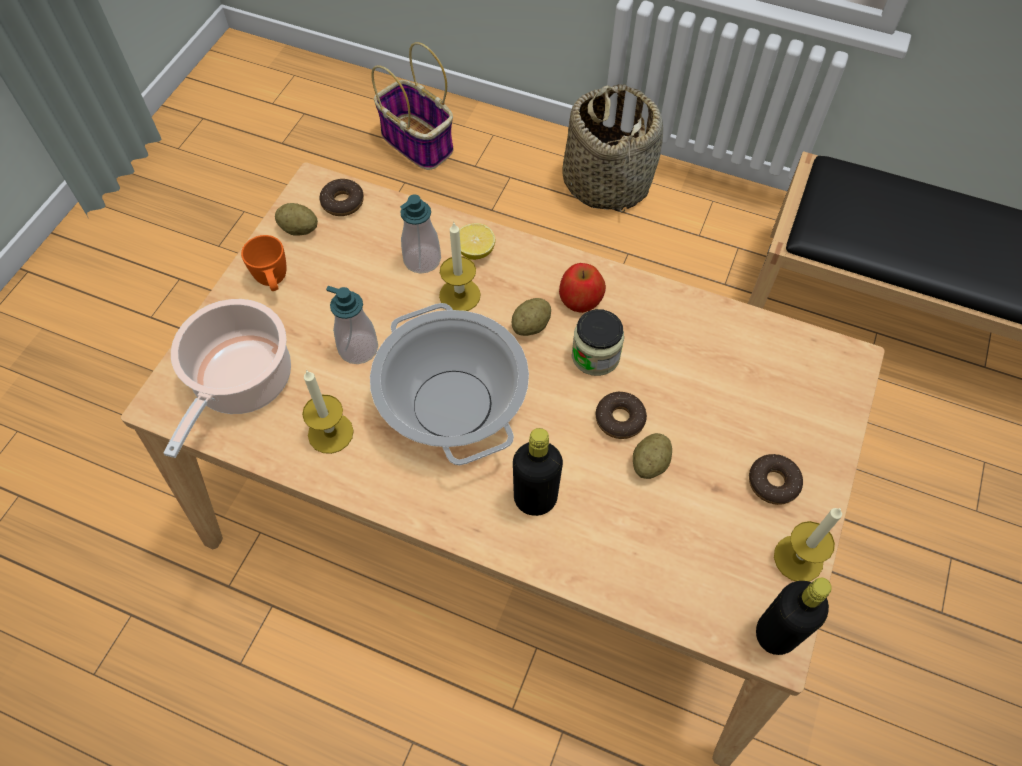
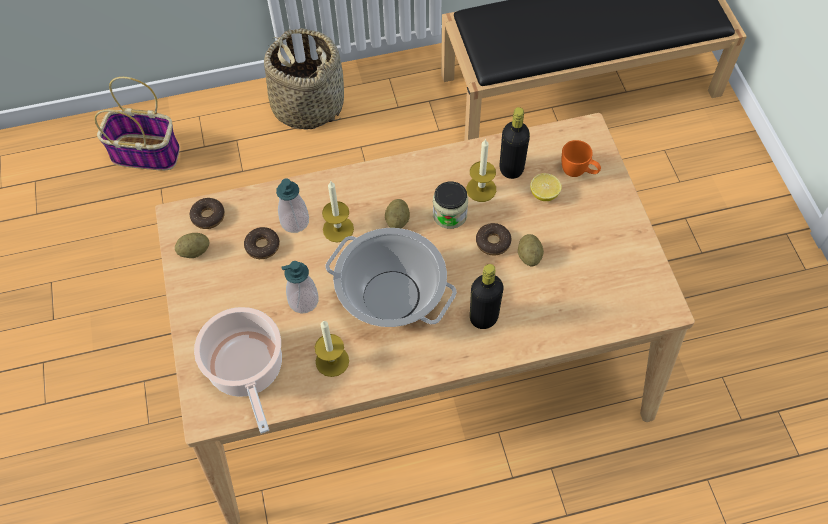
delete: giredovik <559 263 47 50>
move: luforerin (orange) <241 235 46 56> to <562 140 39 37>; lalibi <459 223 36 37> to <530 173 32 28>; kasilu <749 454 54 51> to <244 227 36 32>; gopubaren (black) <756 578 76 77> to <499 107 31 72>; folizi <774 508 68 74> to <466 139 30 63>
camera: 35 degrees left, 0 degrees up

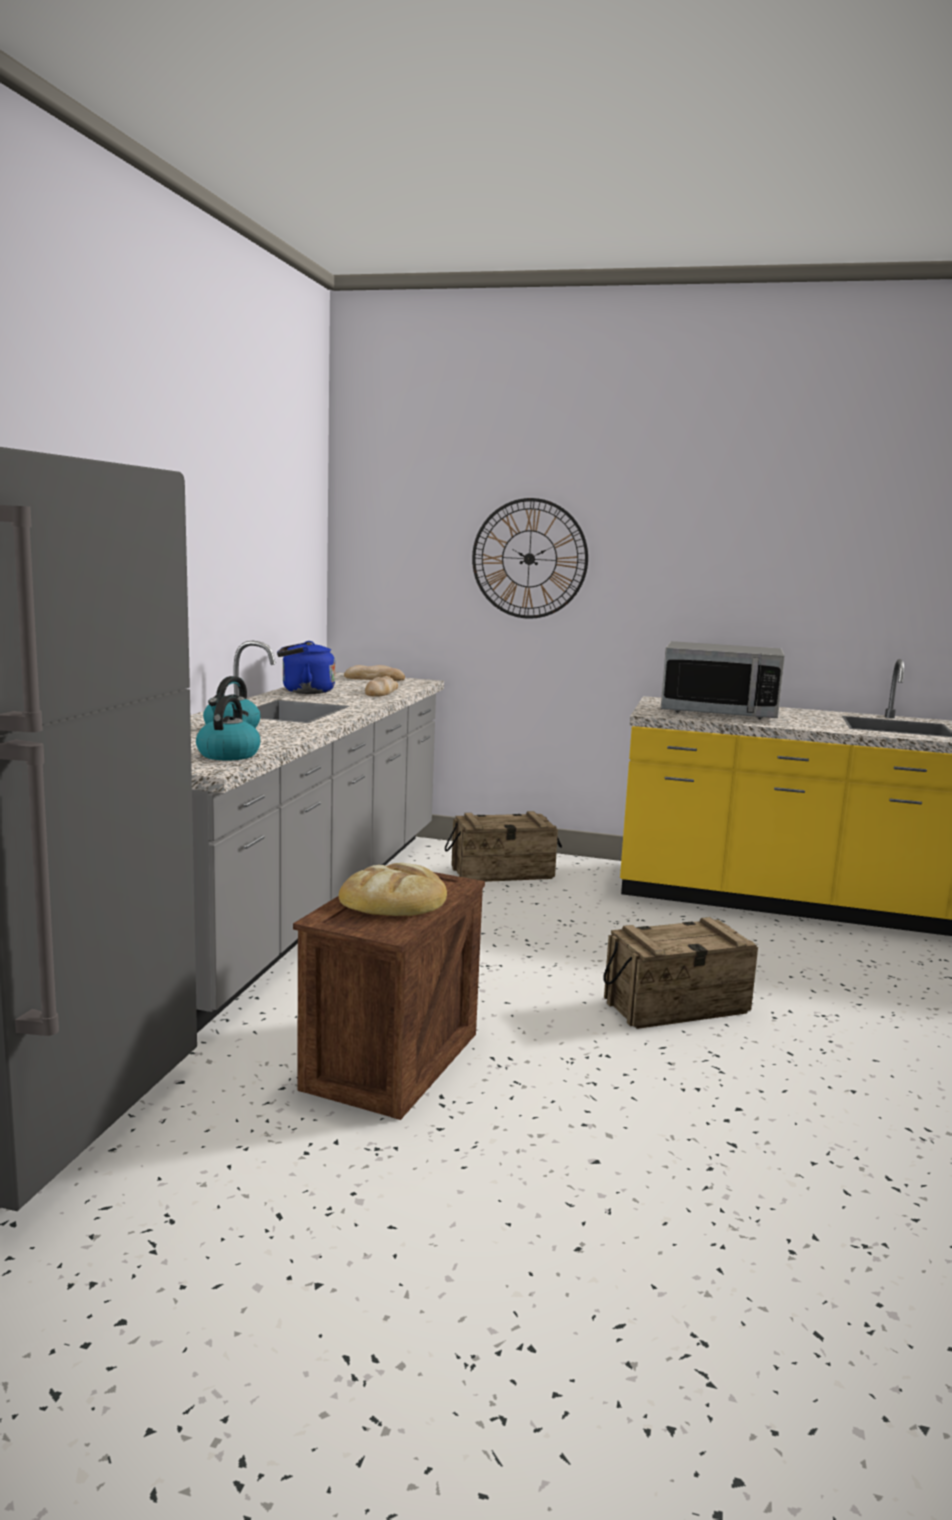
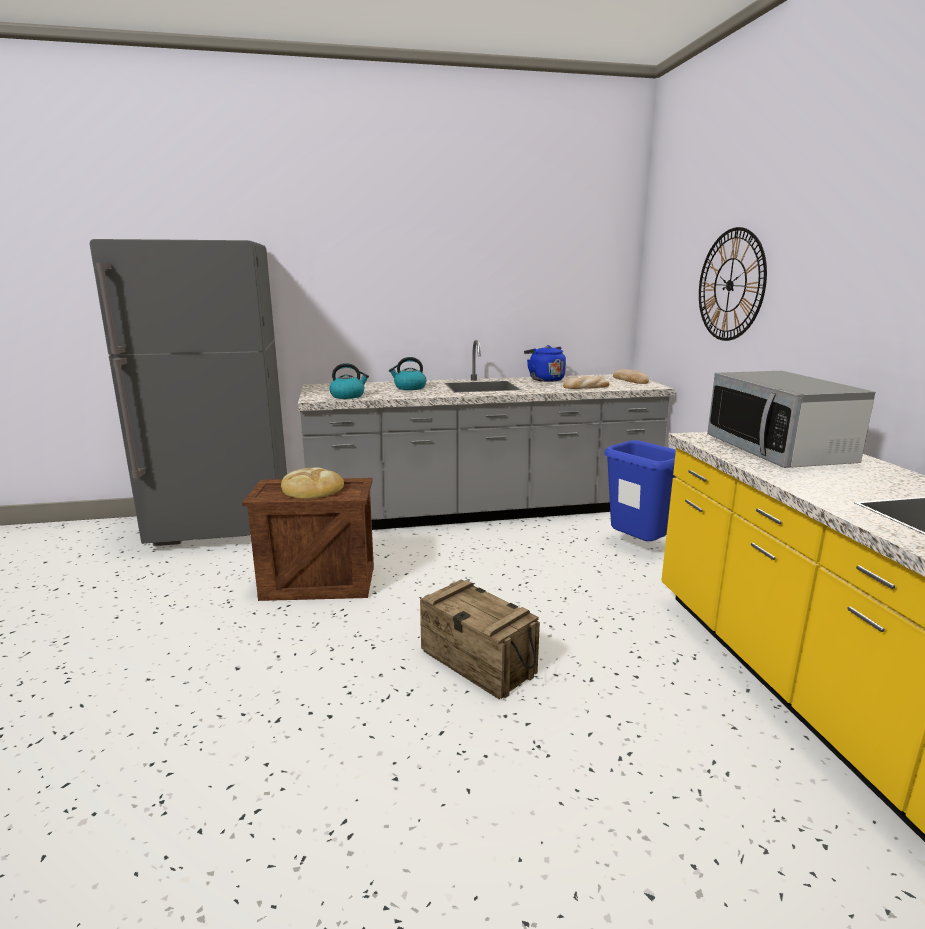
replace: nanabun <445 811 117 71> to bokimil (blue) <604 440 73 101>
camera: 65 degrees right, 5 degrees up

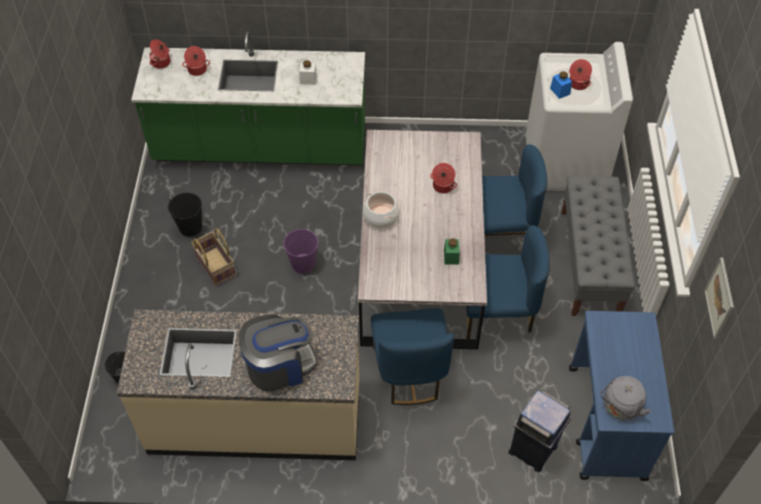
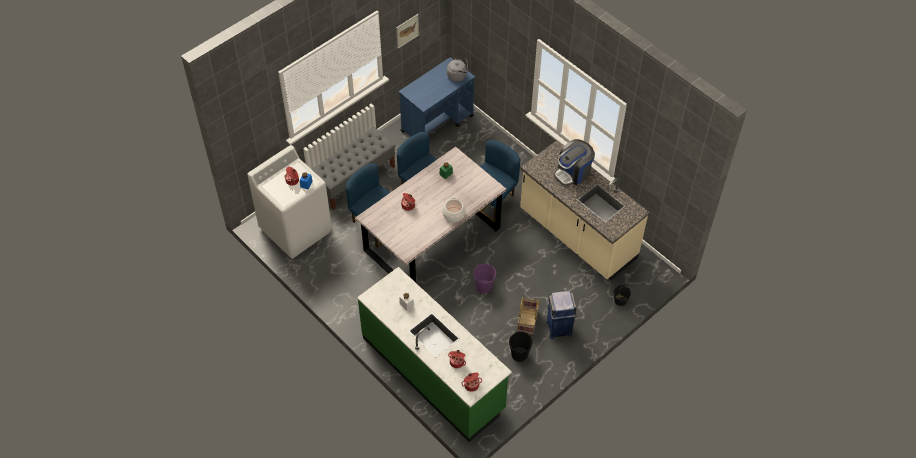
move: bokimil (blue) <508 390 63 82> to <546 291 31 48>
rotate: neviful <239 314 79 78> = <554 139 41 47> 60 degrees counterclockwise
camera: 135 degrees left, 0 degrees up

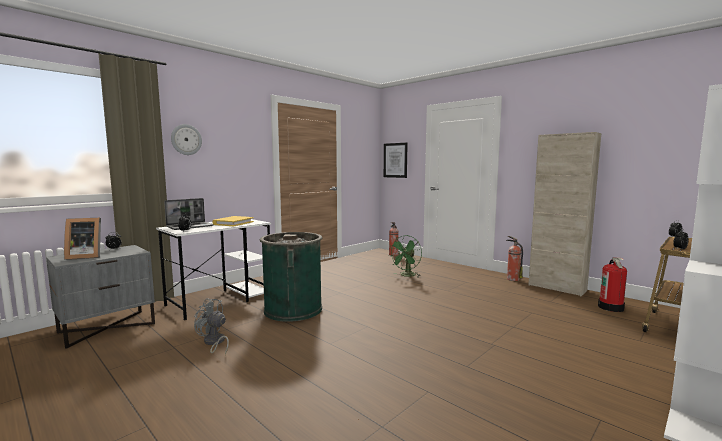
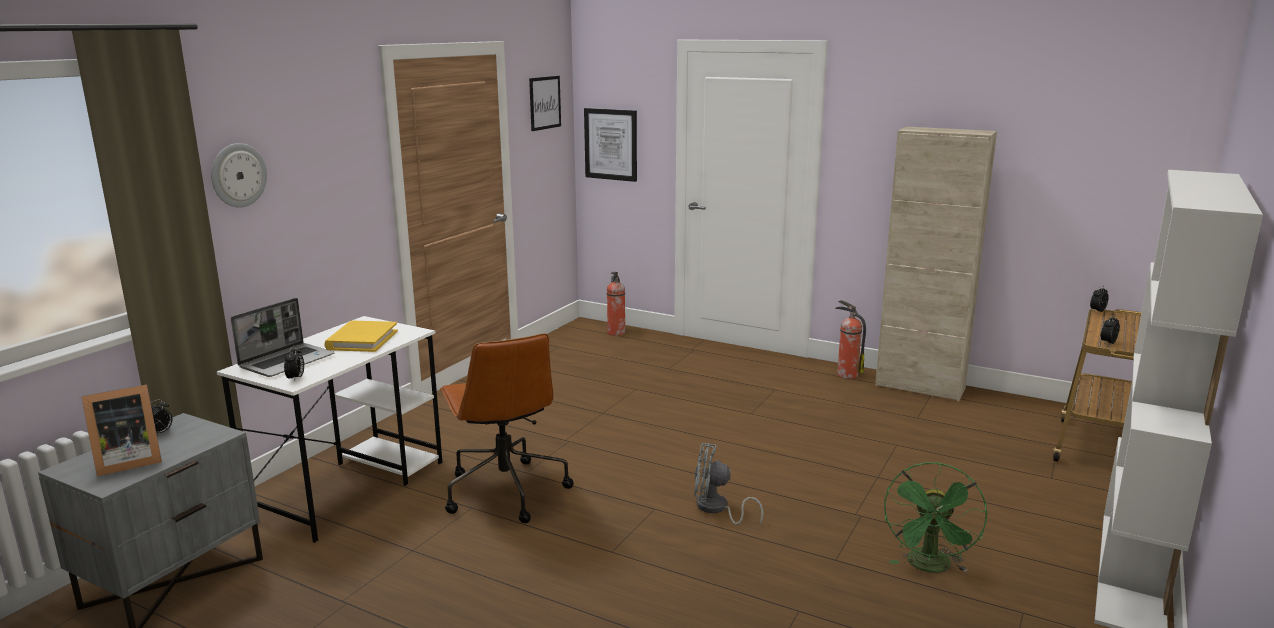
delete: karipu <598 257 29 55>
insert: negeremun <529 76 32 55>
move: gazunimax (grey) <194 298 35 57> to <694 443 69 82>; gazunimax (green) <389 235 33 42> to <884 462 103 111>
replace: bokimil (green) <260 232 62 90> to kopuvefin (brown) <440 333 134 190>
camera: 15 degrees left, 10 degrees up

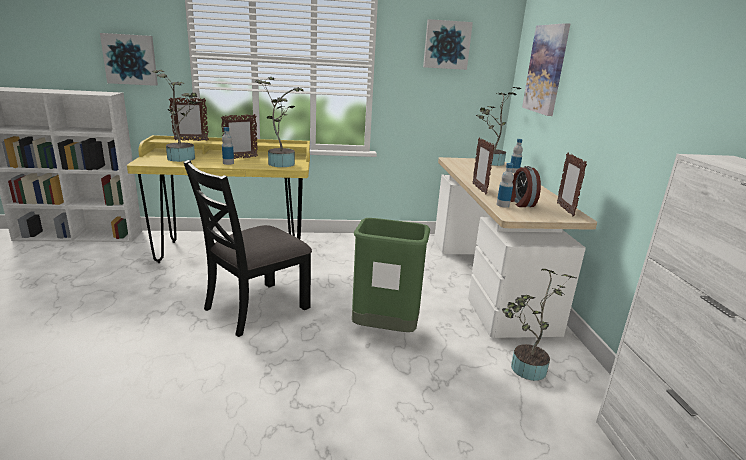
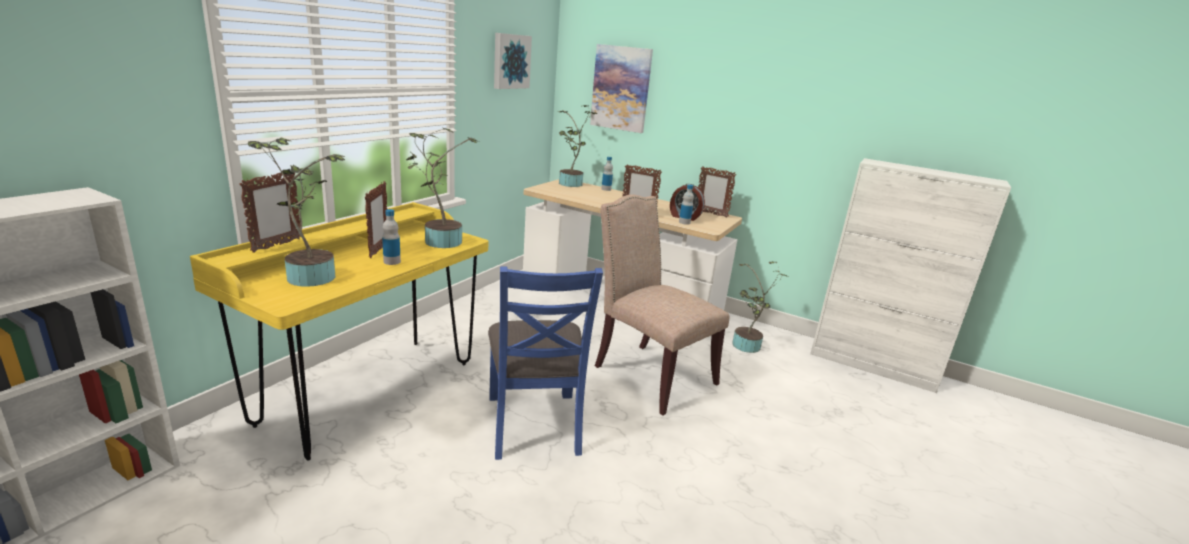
delete: negeremun <100 33 58 53>
replace: bokimil (green) <352 218 78 114> to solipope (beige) <595 195 135 220>
recolor: solipope (black) <183 160 129 177> to solipope (blue) <488 266 115 194>
camera: 55 degrees left, 0 degrees up

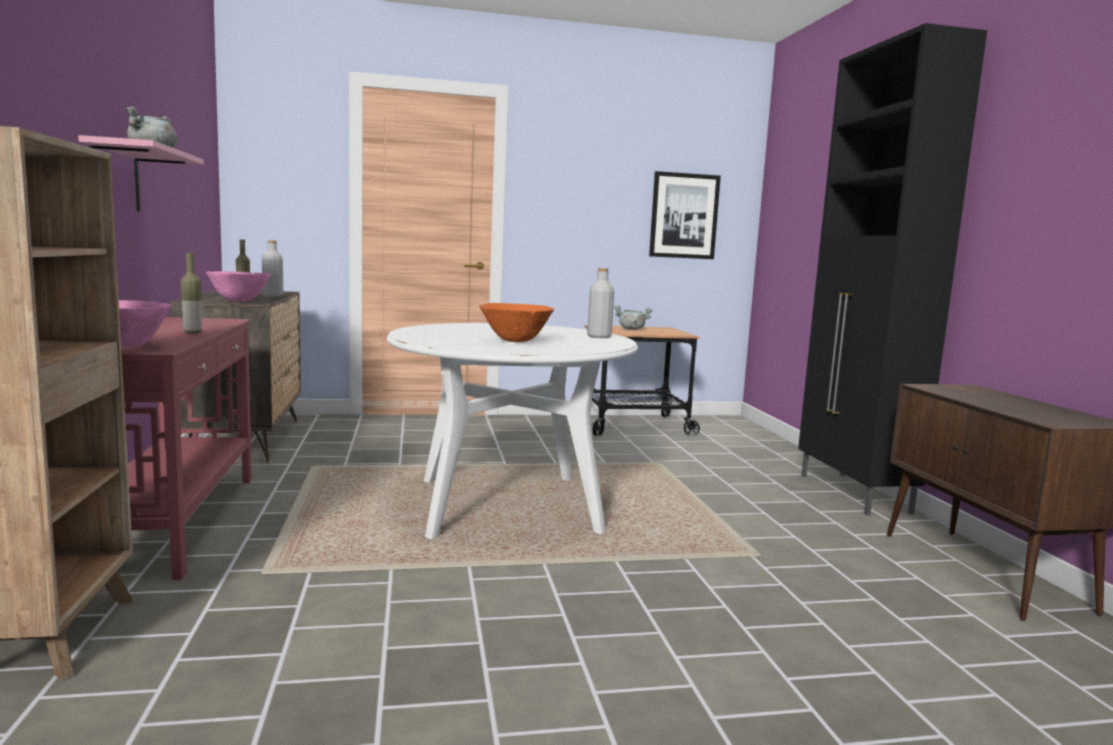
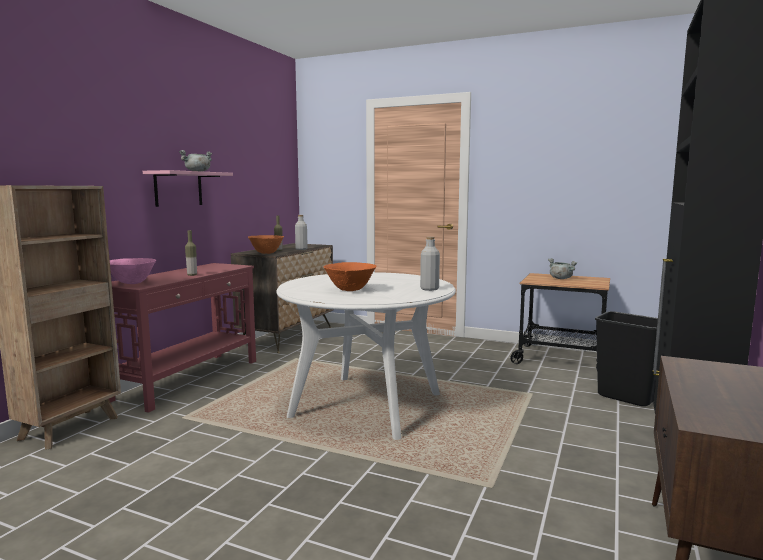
delete: negeremun <649 171 72 88>
insert: bokimil (black) <595 311 63 95>
recolor: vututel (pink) <206 271 65 30> to vututel (orange) <248 235 36 19>
camera: 35 degrees right, 0 degrees up

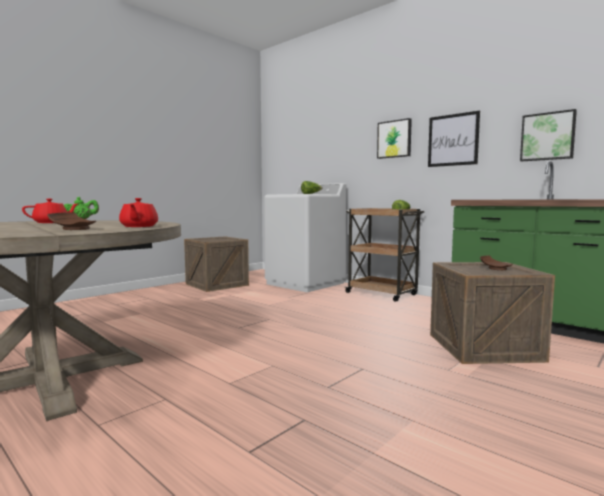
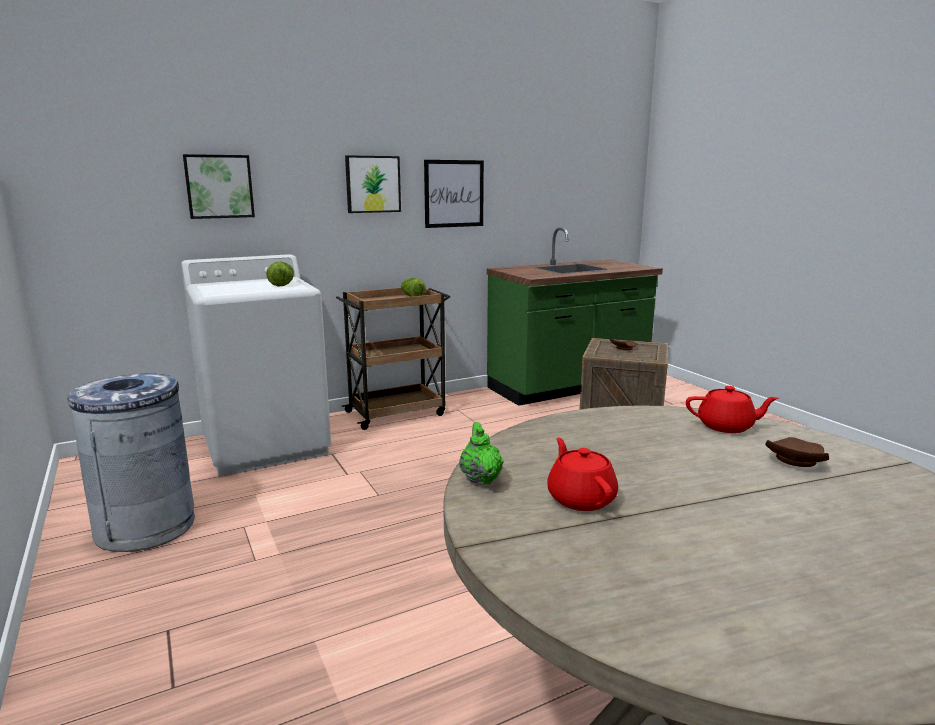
move: negeremun <520 109 57 52> to <183 154 72 65>
replace: nanabun <184 237 65 55> to bokimil (grey) <68 374 127 178>
camera: 70 degrees left, 10 degrees up

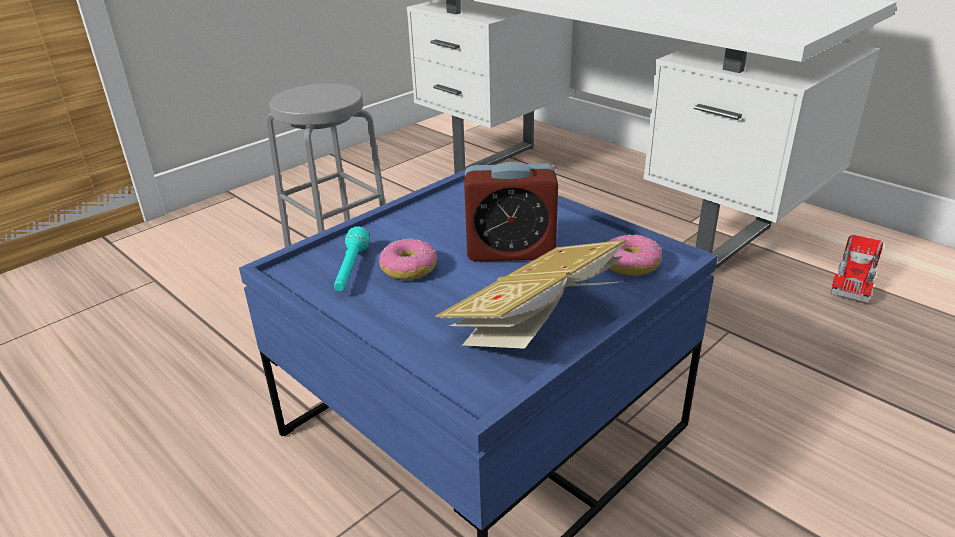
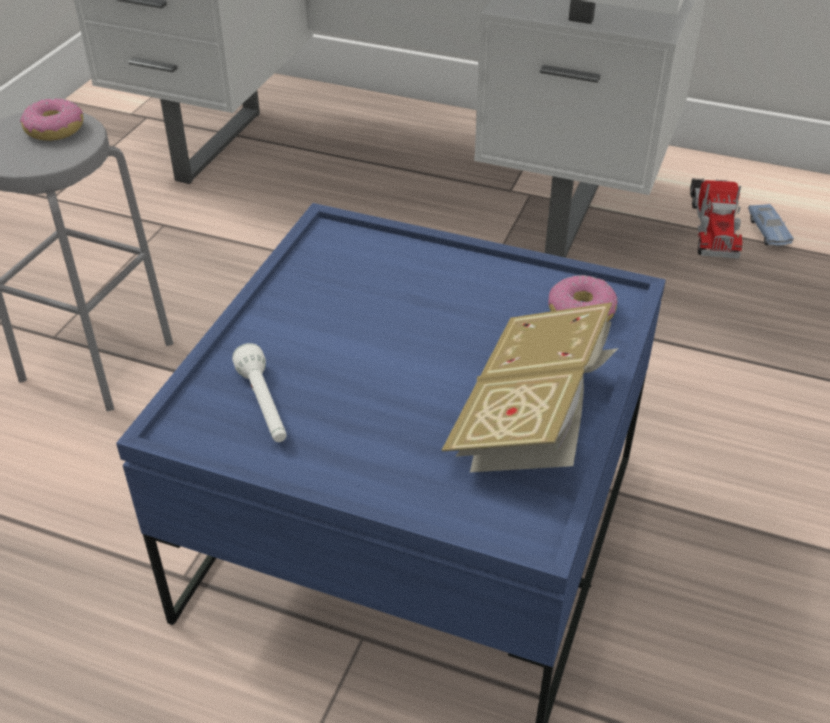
delete: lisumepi <464 162 94 100>
insert: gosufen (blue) <748 204 46 42>
move: kasilu <379 238 58 42> to <20 98 63 43>
recolor: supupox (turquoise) <334 226 36 65> to supupox (white) <232 343 55 99>
camera: 25 degrees left, 10 degrees up

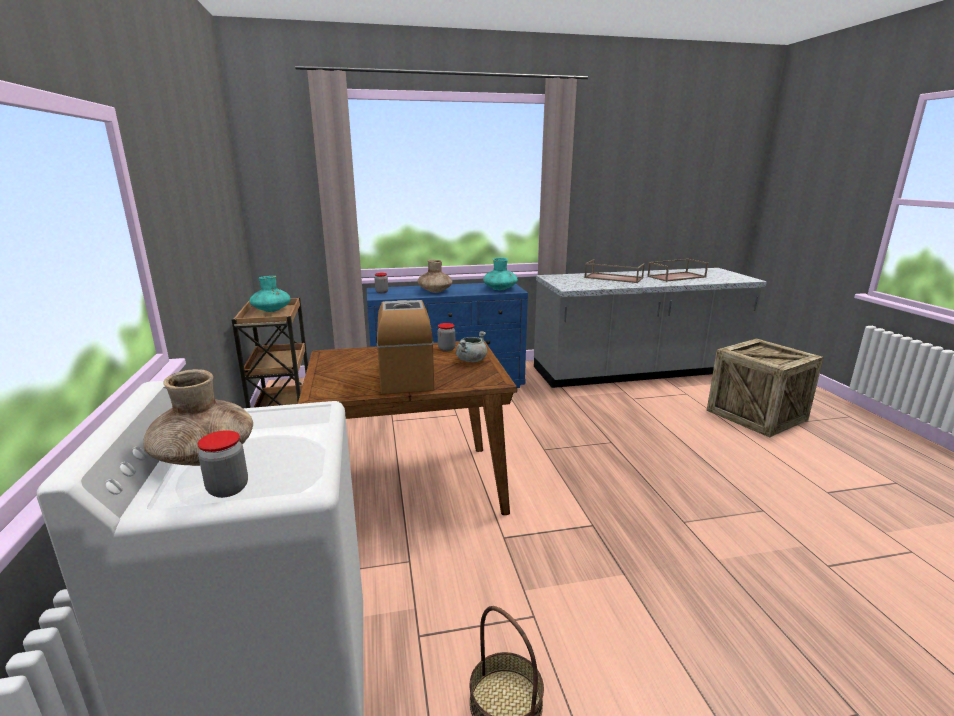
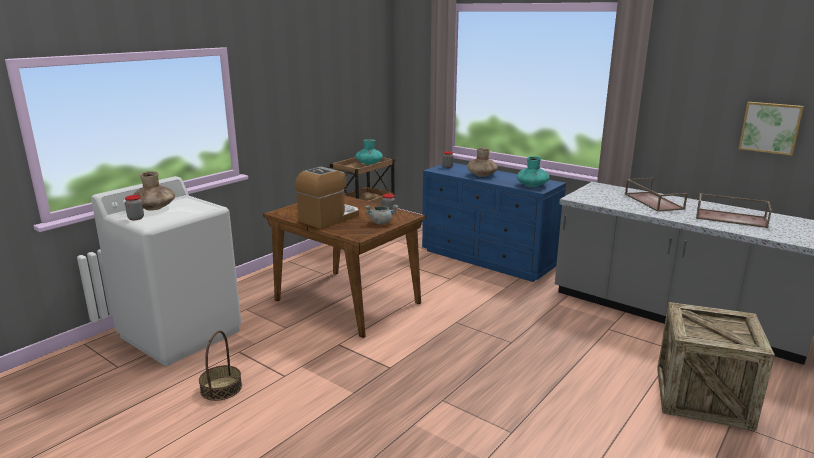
insert: negeremun <738 102 66 54>
camera: 50 degrees right, 0 degrees up

